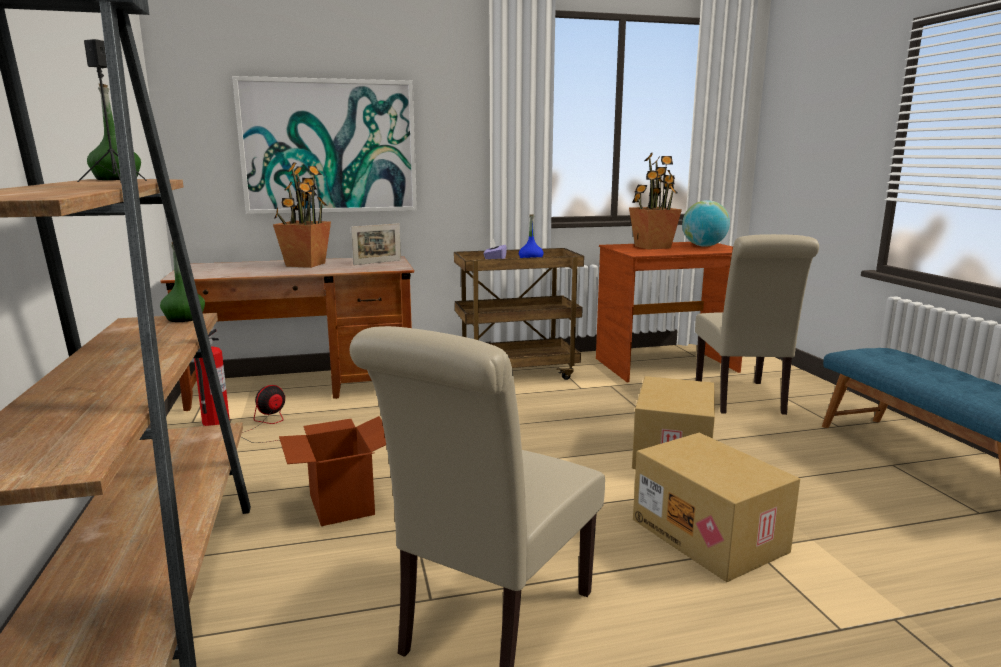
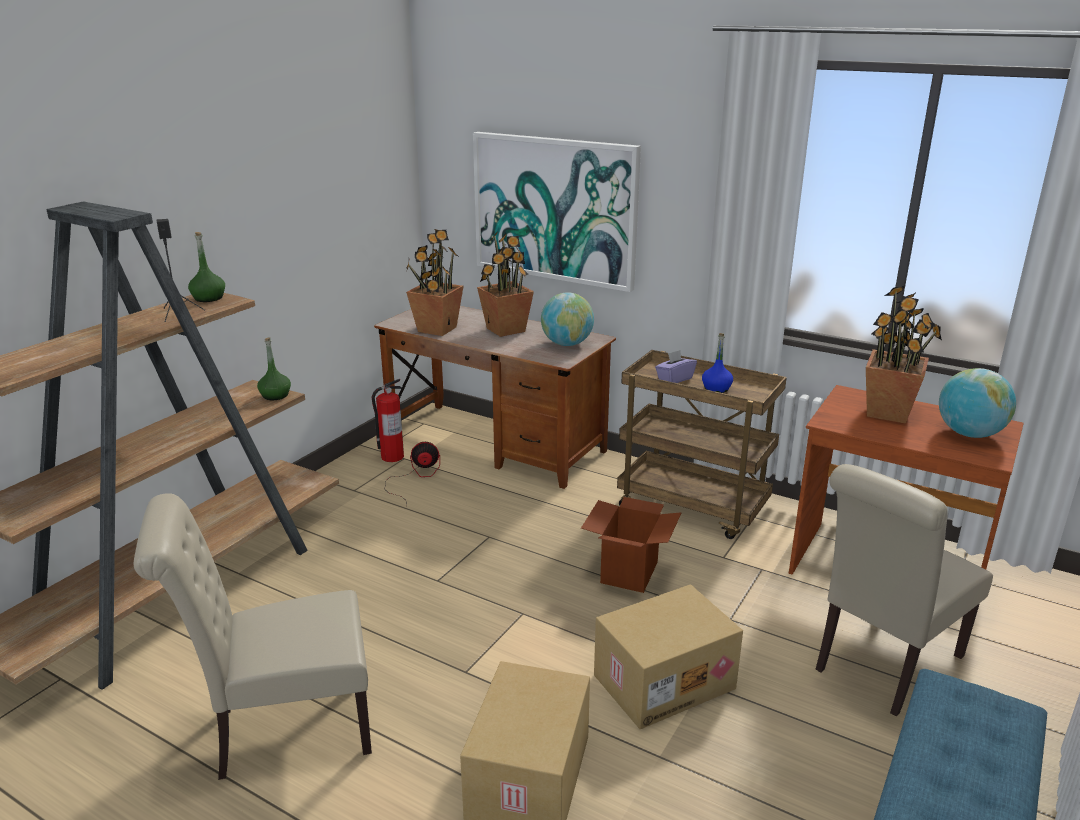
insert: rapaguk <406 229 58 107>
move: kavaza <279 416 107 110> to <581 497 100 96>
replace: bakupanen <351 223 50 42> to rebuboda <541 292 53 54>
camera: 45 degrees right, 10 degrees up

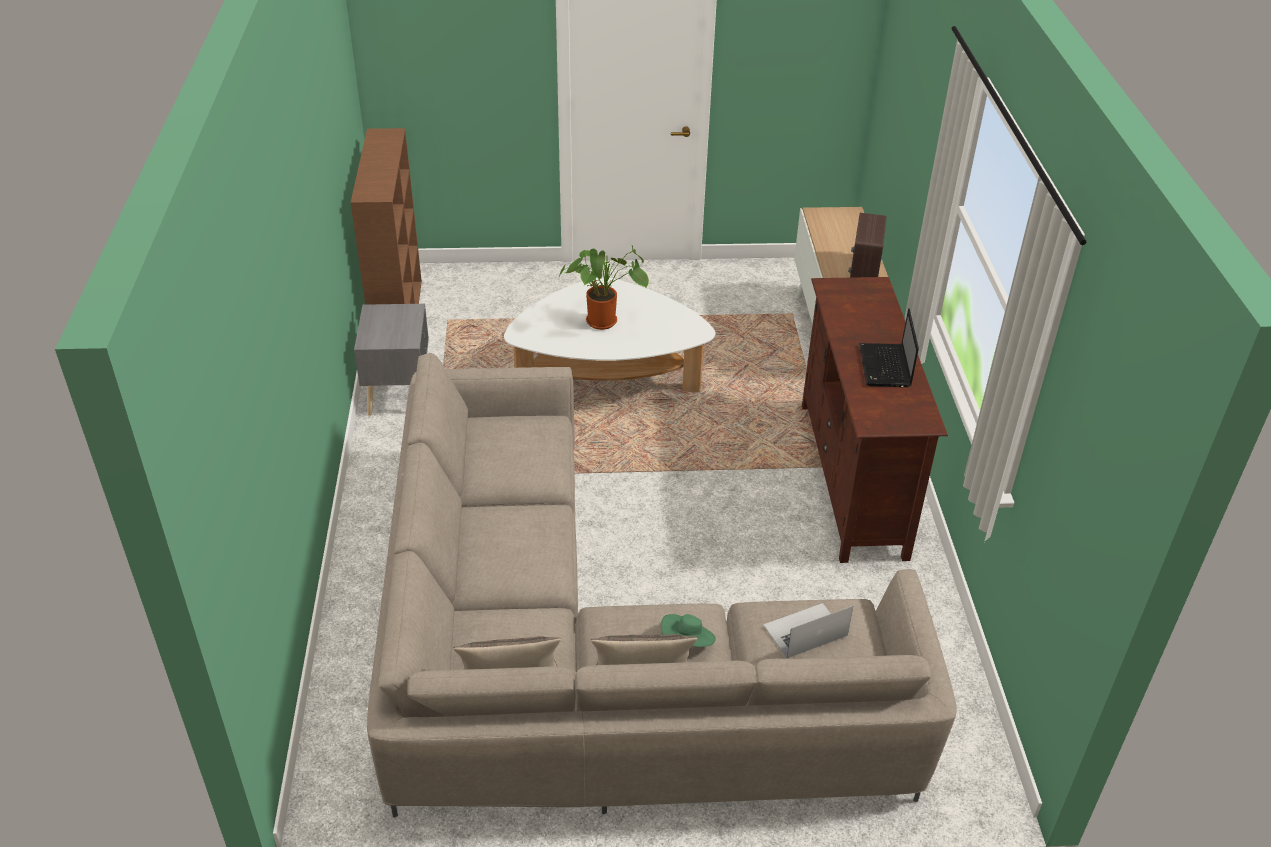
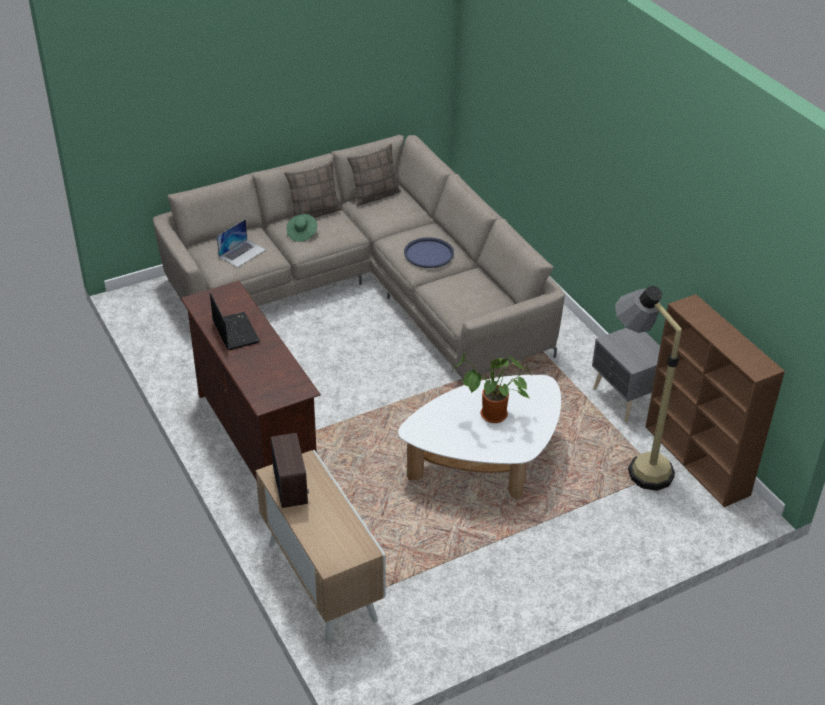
insert: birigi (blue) <404 237 50 31>; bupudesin <615 286 67 205>
camera: 155 degrees right, 0 degrees up

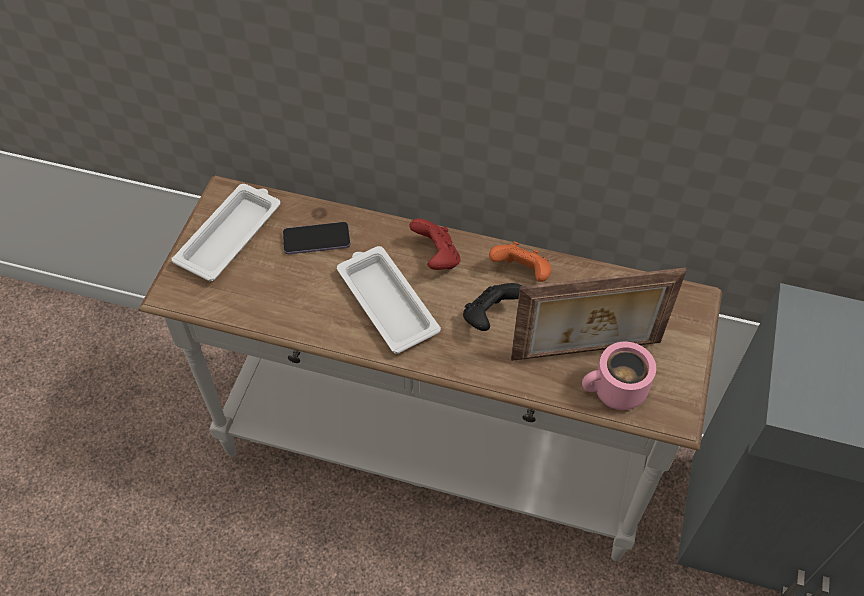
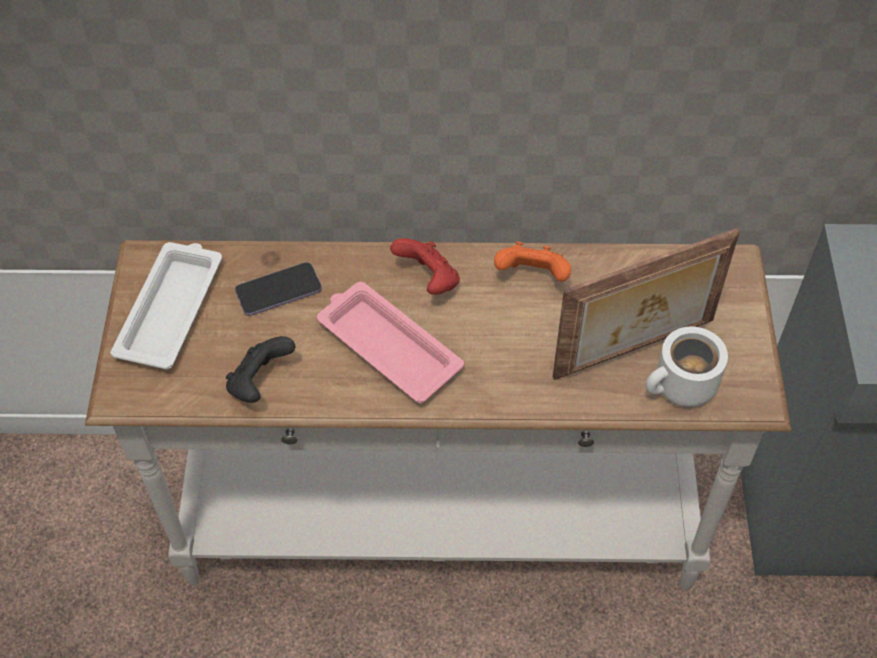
move: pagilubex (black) <463 283 58 48> to <226 336 69 67>
recolor: birigi (white) <337 246 104 108> to birigi (pink) <317 282 147 121>; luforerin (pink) <582 342 74 68> to luforerin (white) <646 327 82 80>
camera: 15 degrees left, 0 degrees up

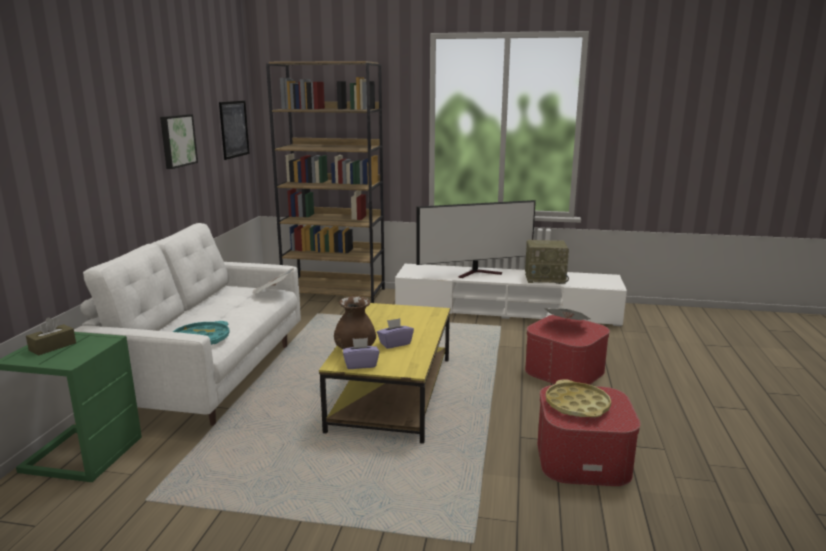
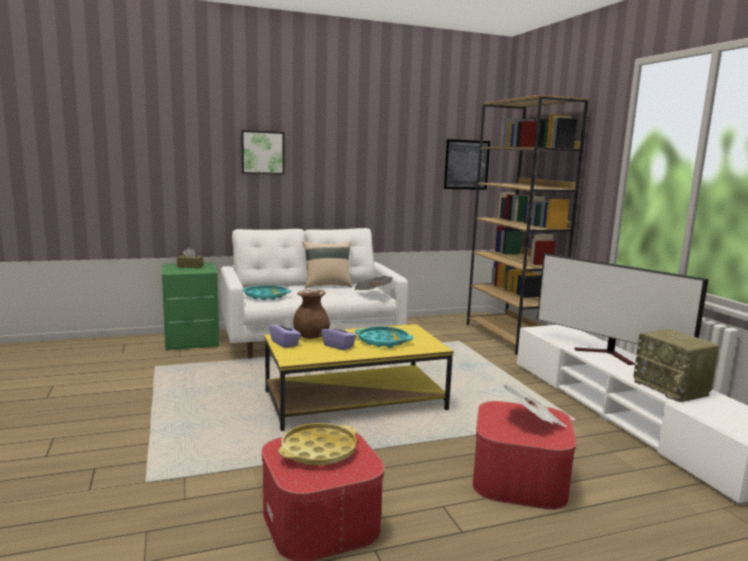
insert: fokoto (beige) <302 241 51 48>; birigi (turquoise) <355 327 58 21>
move: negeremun <160 114 38 55> to <241 130 43 45>
camera: 60 degrees right, 5 degrees down

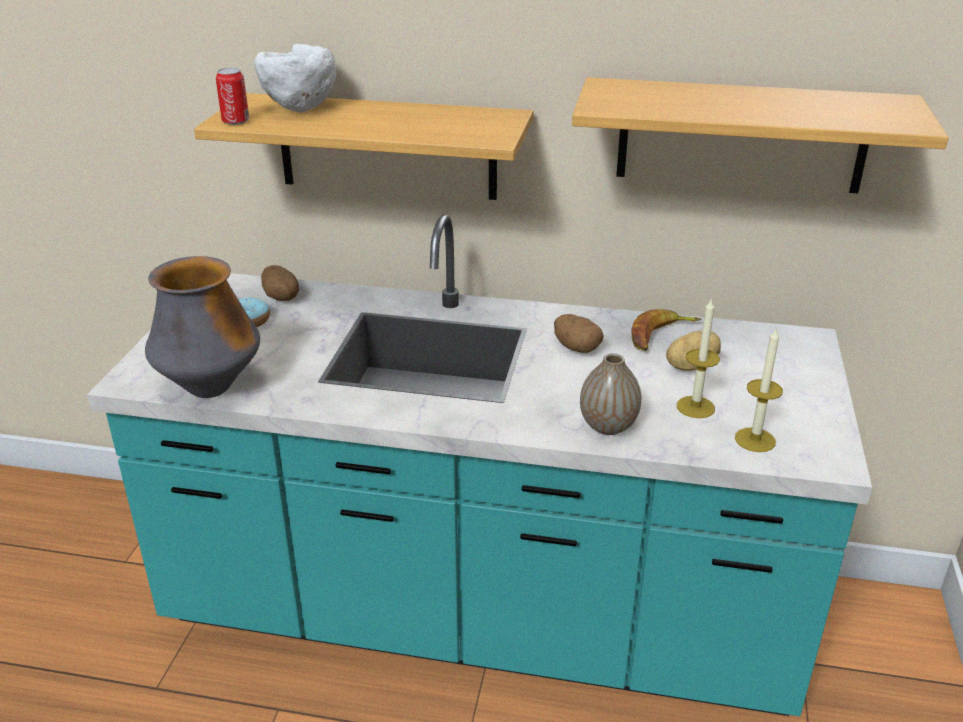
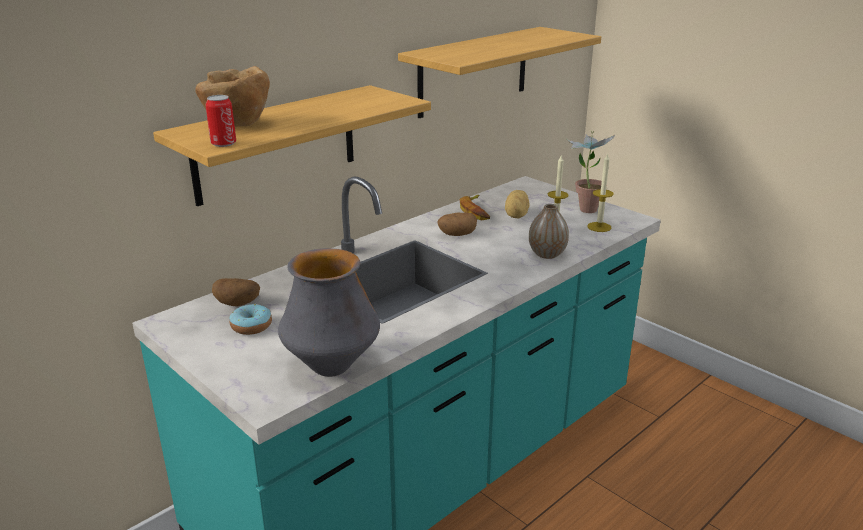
insert: rapaguk <567 131 48 82>
recolor: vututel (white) <254 44 82 69> to vututel (brown) <195 66 75 61>
camera: 55 degrees left, 5 degrees down

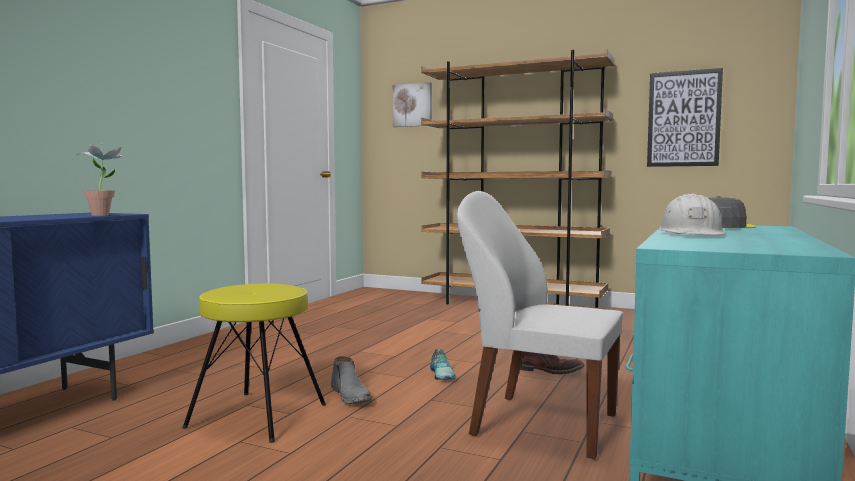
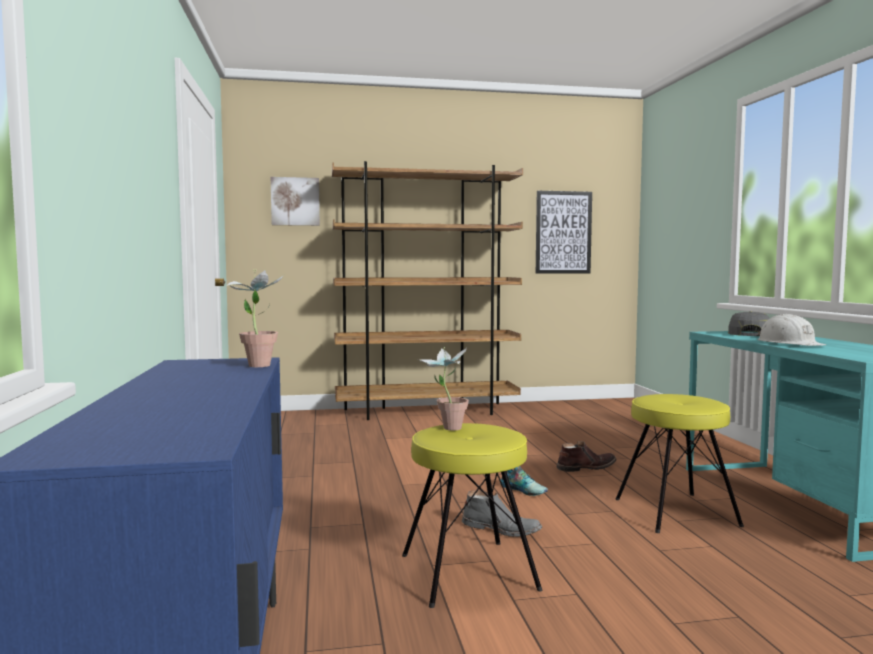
insert: rapaguk <418 347 51 83>
replace: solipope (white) <456 191 167 268> to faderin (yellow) <615 394 129 139>
camera: 35 degrees left, 0 degrees up

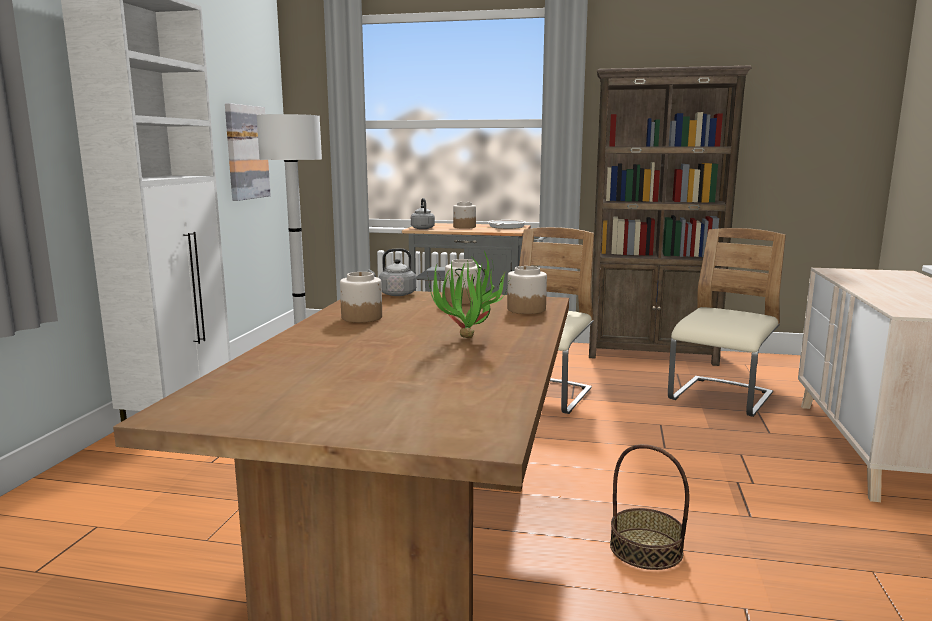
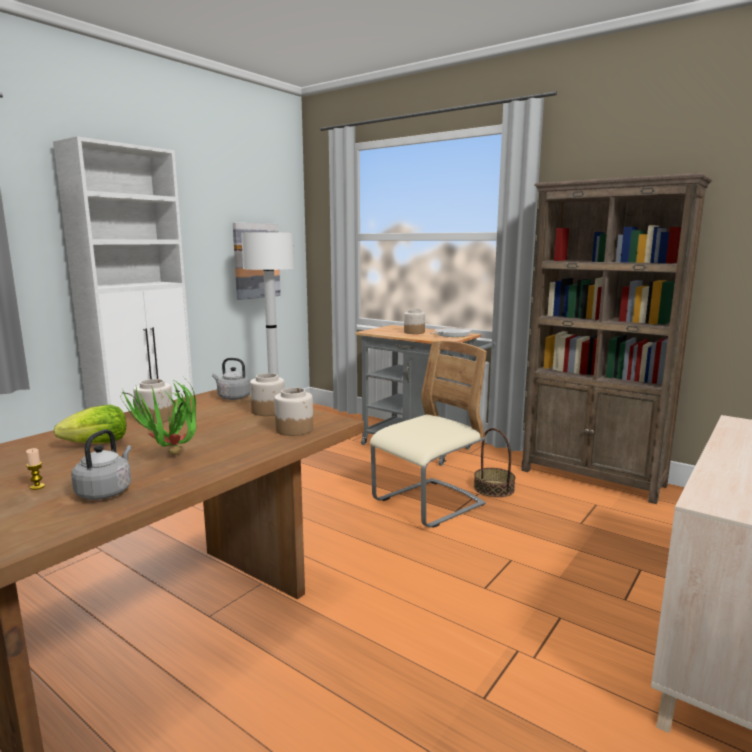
delete: solipope (beige) <668 228 118 189>
insert: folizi <26 448 19 42>; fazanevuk <54 405 72 39>
move: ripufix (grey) <411 198 24 31> to <71 429 61 71>; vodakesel <610 444 79 126> to <474 428 41 69>
camera: 25 degrees right, 0 degrees up

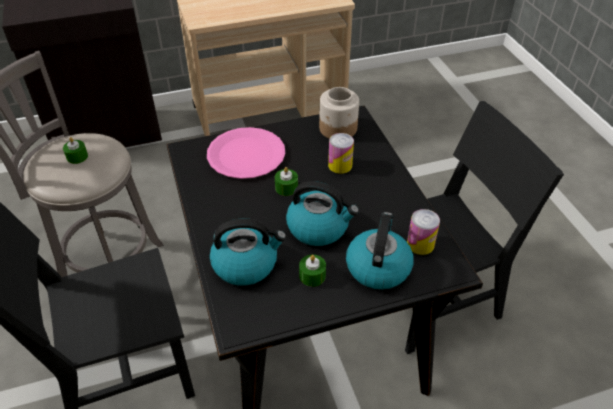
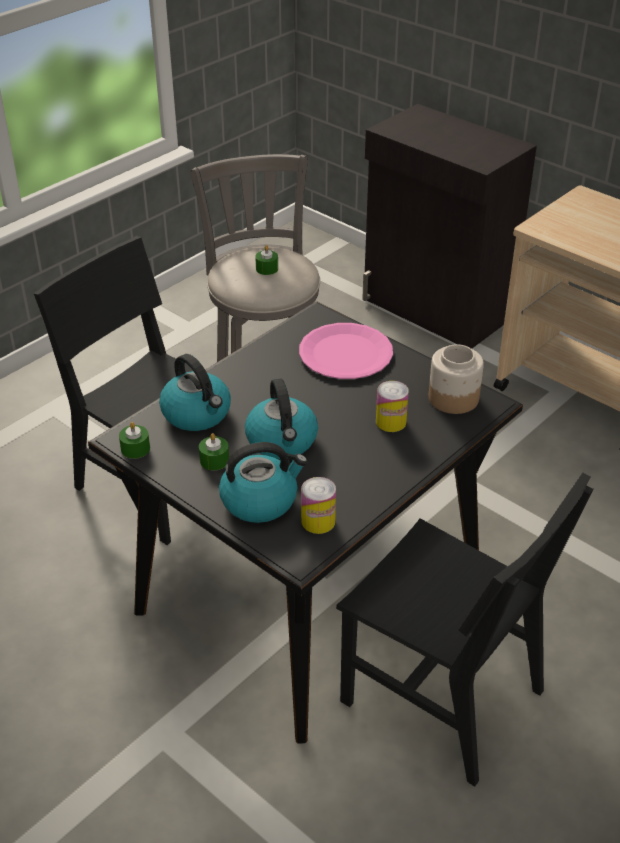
move: folizi (green) <275 167 23 29> to <119 422 31 37>
camera: 60 degrees right, 5 degrees down

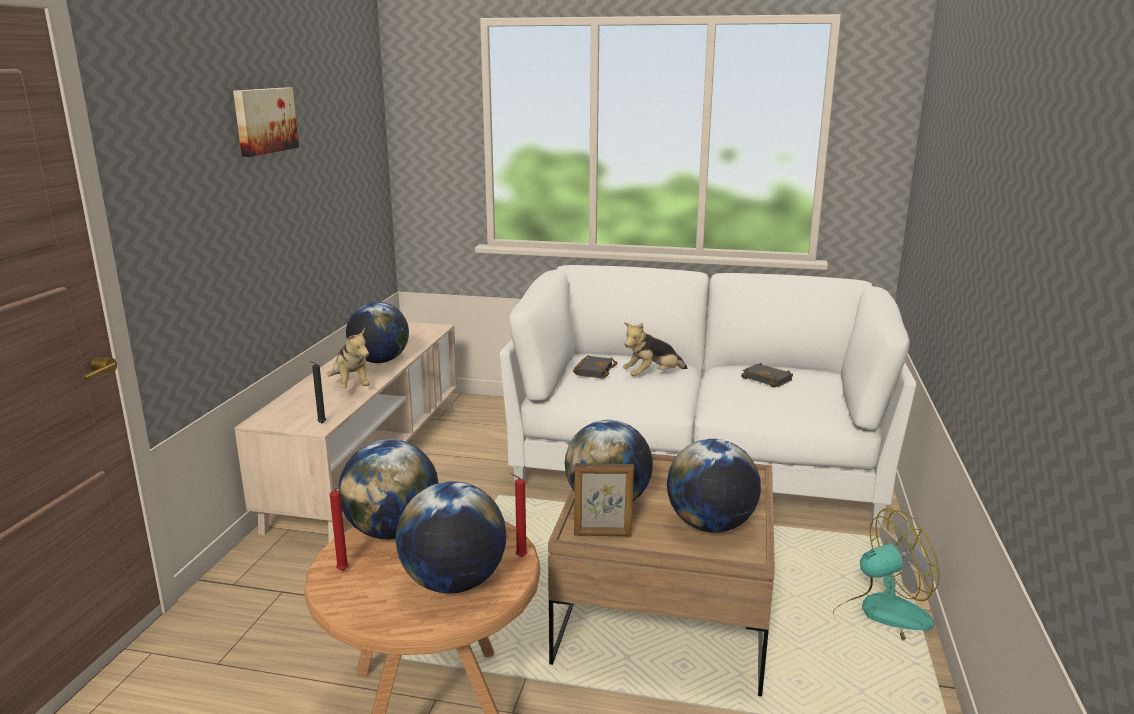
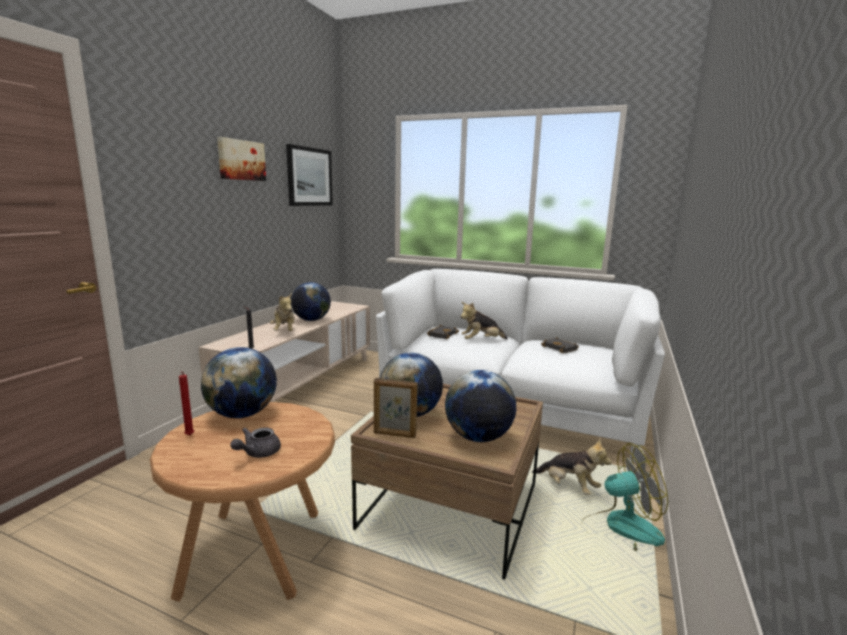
delete: folizi (red) <510 473 17 84>
insert: negeremun <286 144 47 62>; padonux <532 438 80 57>
replace: rebuboda <396 481 110 113> to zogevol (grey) <230 428 51 30>
camera: 10 degrees right, 5 degrees down

